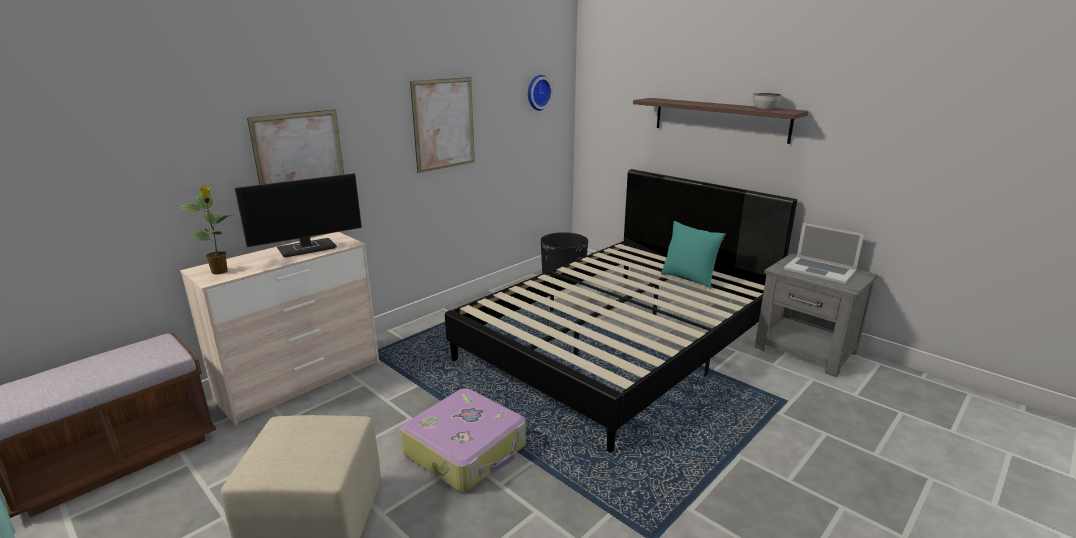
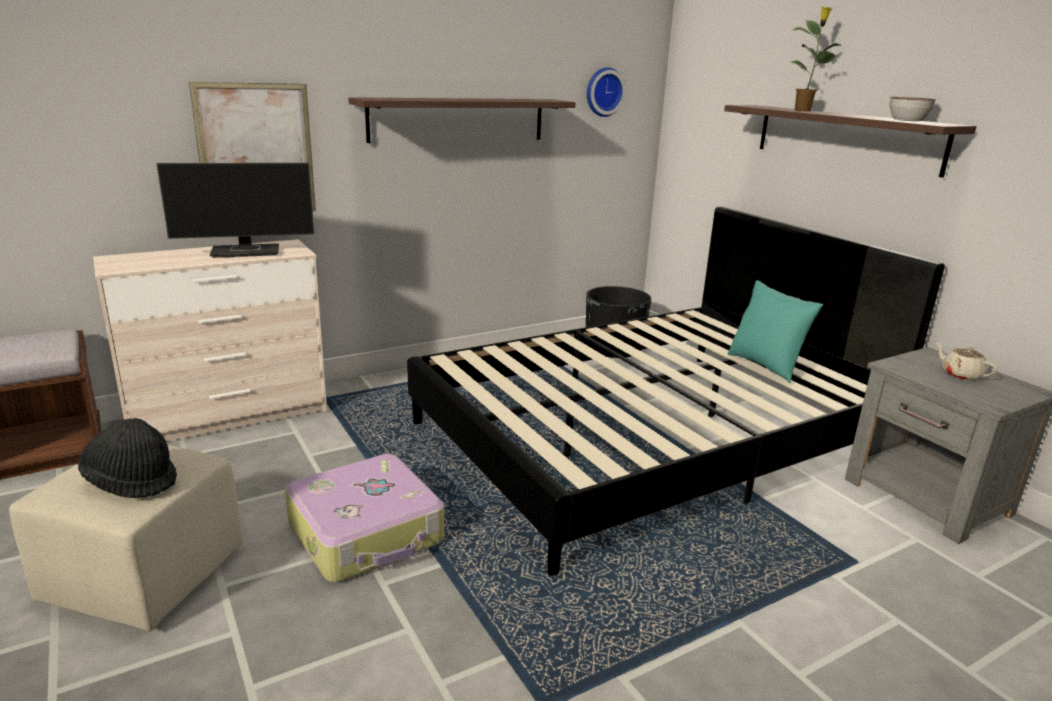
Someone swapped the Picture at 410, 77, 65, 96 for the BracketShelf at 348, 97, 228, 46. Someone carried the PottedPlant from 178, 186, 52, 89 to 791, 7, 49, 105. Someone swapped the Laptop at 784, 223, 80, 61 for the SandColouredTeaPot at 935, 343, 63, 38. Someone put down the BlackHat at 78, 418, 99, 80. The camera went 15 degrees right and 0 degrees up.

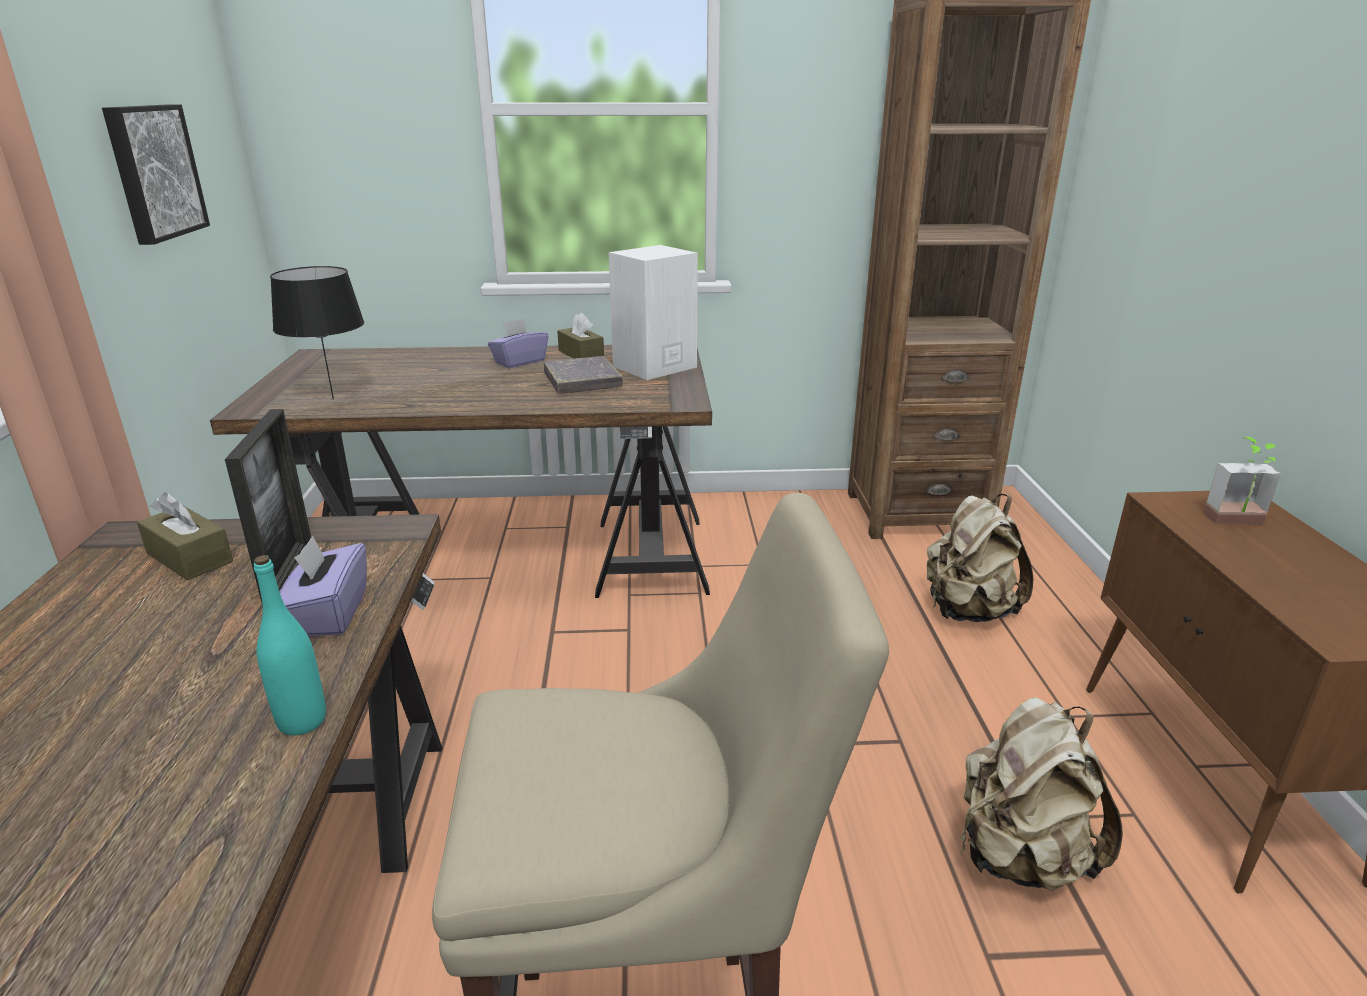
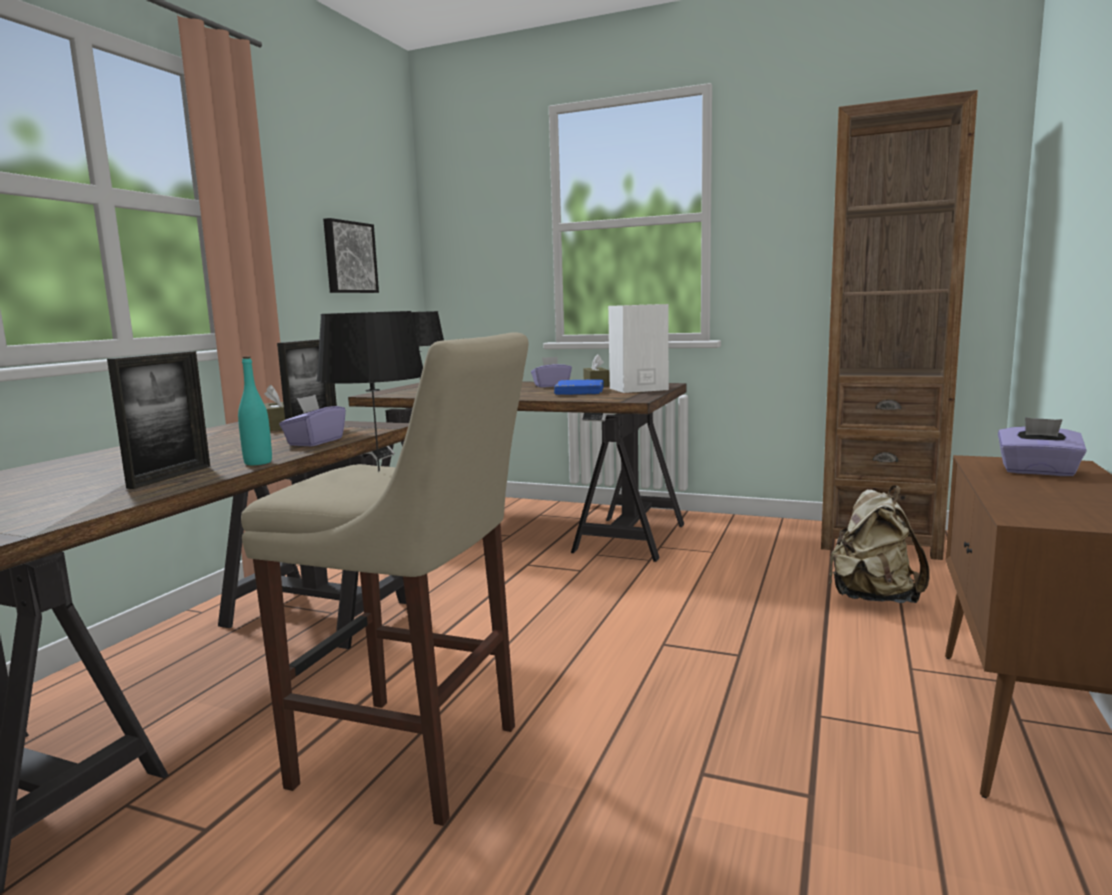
Someone repainted the GrayBook at 544, 356, 79, 38, which became the BlueColouredBook at 554, 379, 50, 16. Someone swapped the PottedPlant at 1203, 437, 78, 88 for the PurplishTissueHolder at 998, 417, 89, 59. Someone took away the SandColouredKnapsack at 960, 697, 163, 194. Someone put down the BlackTabletopLamp at 316, 311, 107, 160. Someone put down the StandingFrame at 107, 351, 103, 138. The camera went 25 degrees right and 15 degrees down.

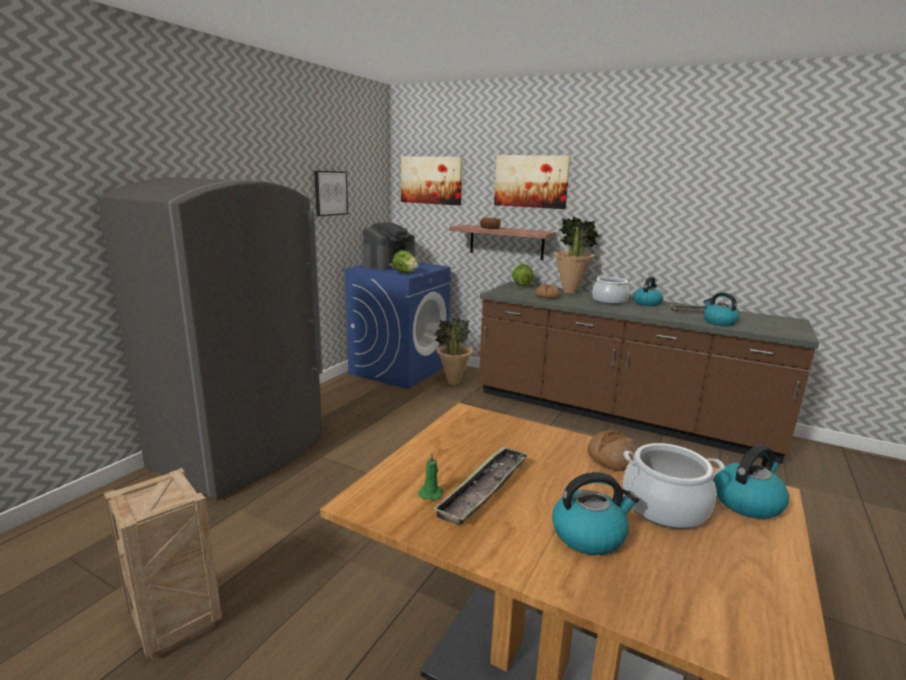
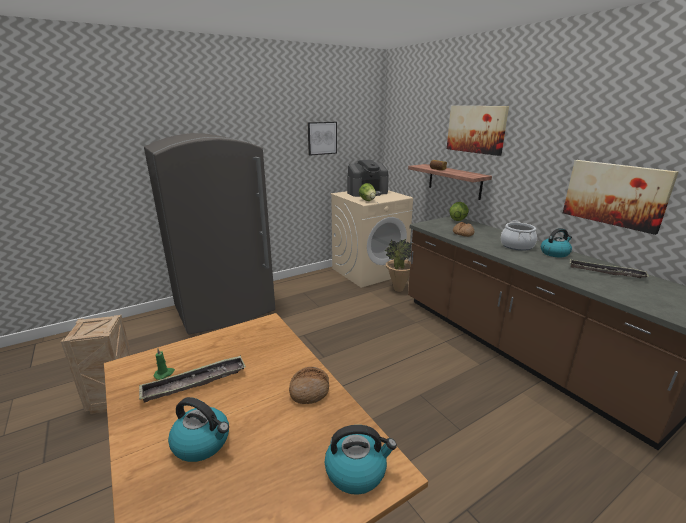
Someone carried the Picture from 401, 156, 62, 49 to 563, 160, 116, 75. Someone took away the PottedPlant at 553, 216, 48, 78. Someone repainted the BlueColouredLaundryAppliance at 343, 263, 108, 126, which became the SandColouredLaundryAppliance at 330, 190, 83, 98. Someone took away the WaterKettle at 703, 292, 37, 34. Someone took away the Stockpot at 623, 443, 102, 86. The camera went 30 degrees right and 5 degrees up.

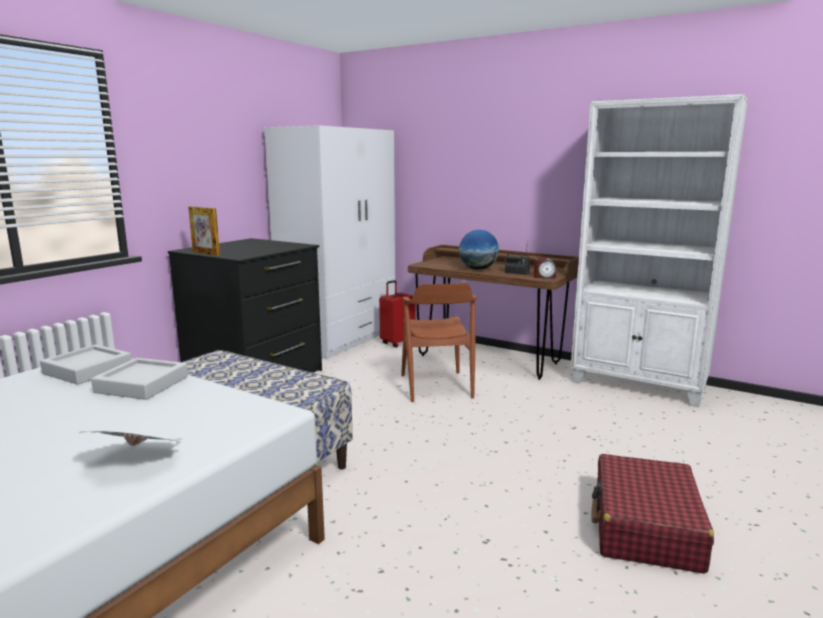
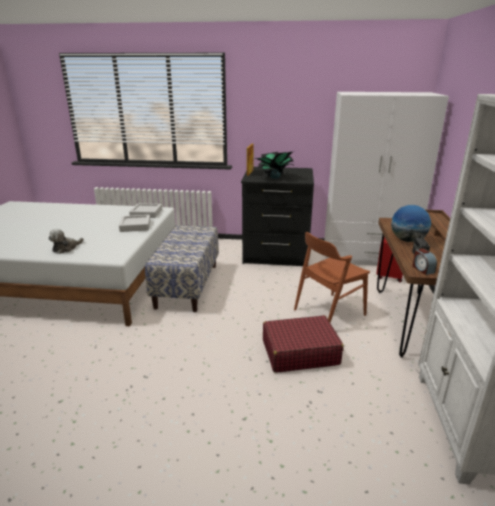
Someone swapped the Newspaper at 79, 431, 104, 15 for the PlushToy at 49, 229, 34, 25. Someone carried the RedColouredSuitcase from 591, 454, 123, 120 to 263, 315, 81, 58. Someone put down the PottedPlant at 254, 151, 41, 28. The camera went 65 degrees right and 10 degrees up.

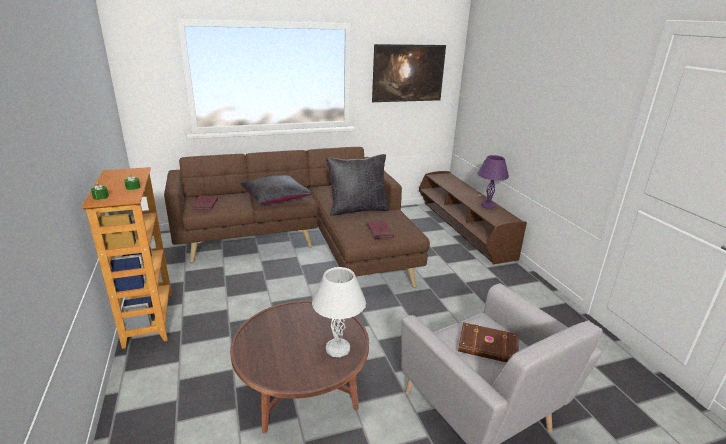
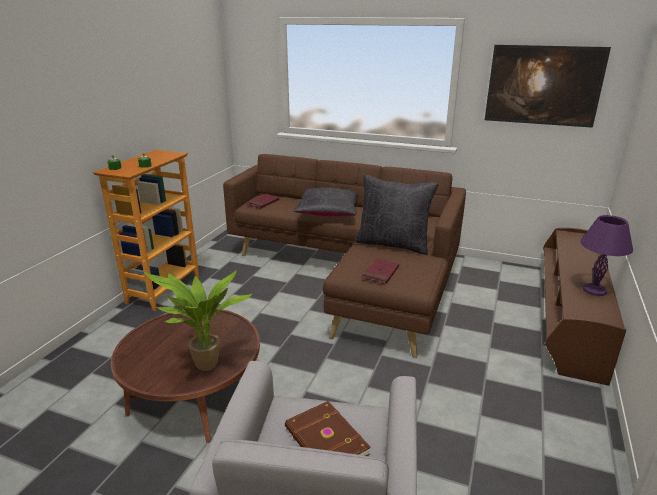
Someone swapped the WhiteColouredTabletopLamp at 312, 267, 54, 90 for the PottedPlant at 144, 270, 109, 101. The camera went 40 degrees right and 0 degrees up.

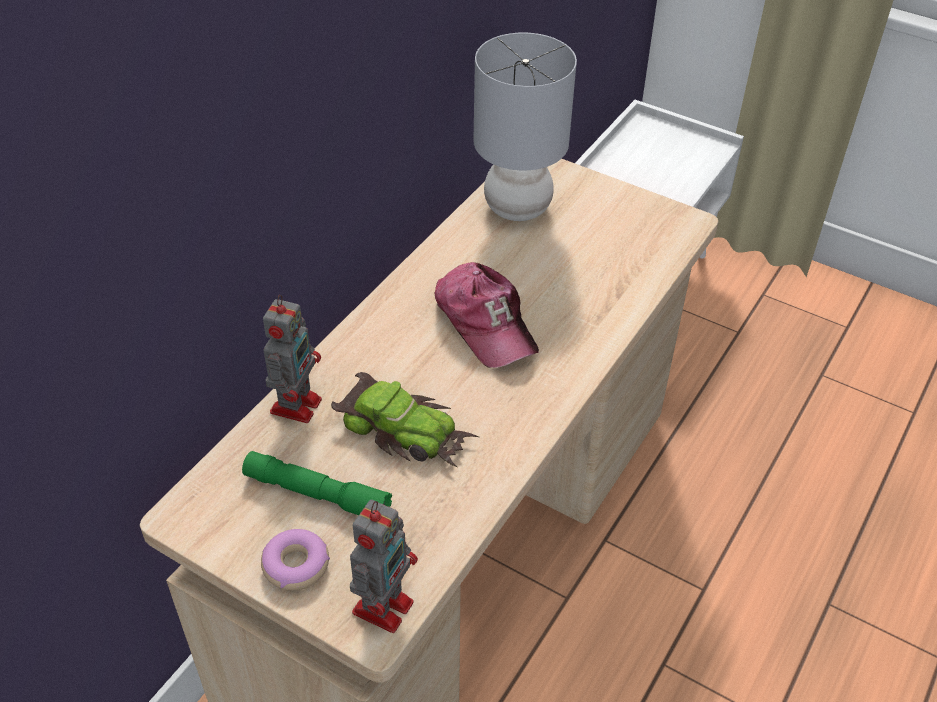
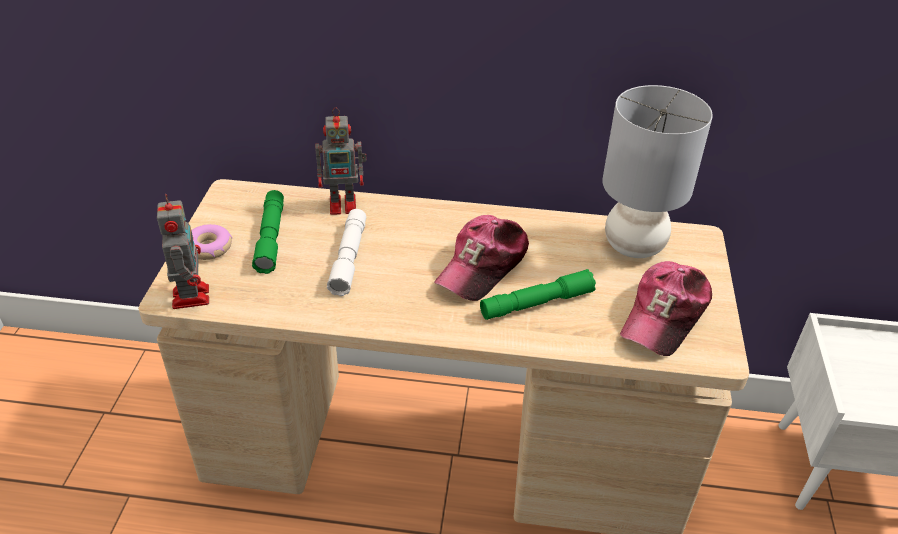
Someone swapped the MiniatureCar at 331, 372, 148, 96 for the WhiteColouredFlashlight at 327, 209, 39, 87. Someone rotated the RobotFigure at 350, 500, 68, 133 by 105 degrees counterclockwise. Someone put down the Cap at 620, 261, 92, 95. Someone put down the GreenColouredFlashlight at 480, 269, 116, 51. The camera went 65 degrees right and 5 degrees down.

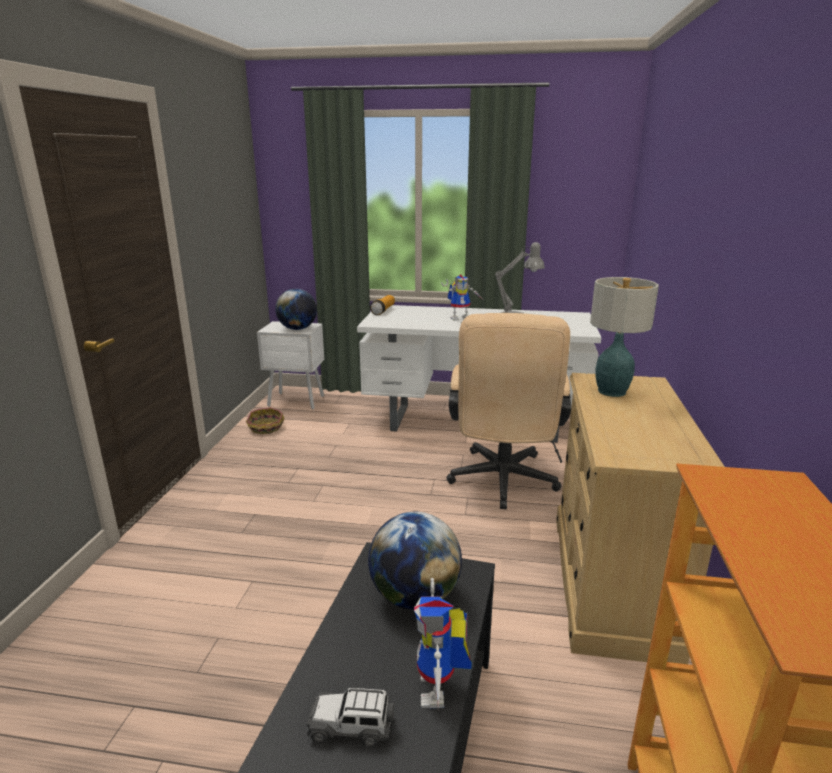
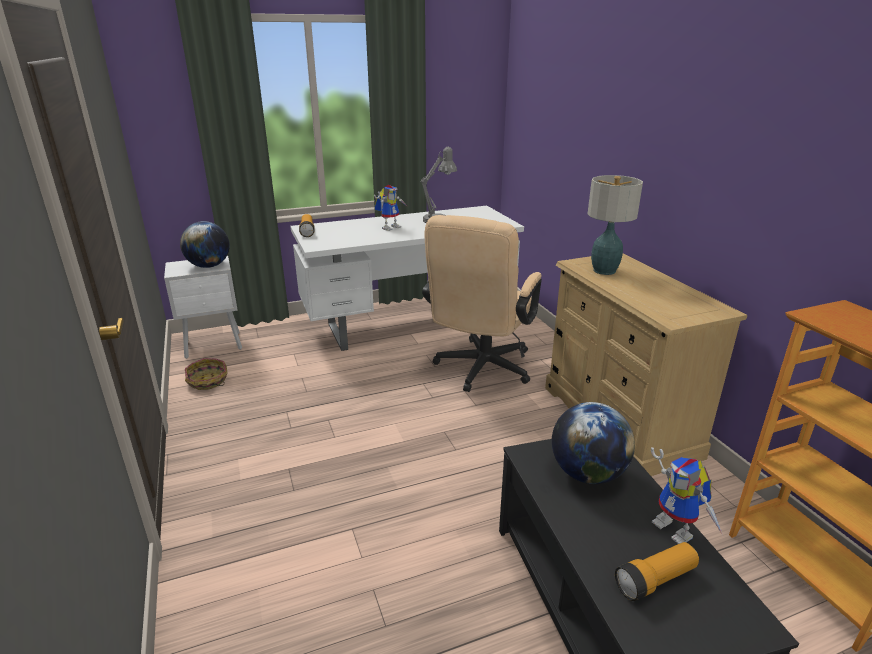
Someone rotated the SandColouredDeskChair at 447, 313, 124, 196 by 45 degrees clockwise. Someone swapped the MiniatureCar at 306, 688, 88, 59 for the Flashlight at 615, 542, 84, 59. The camera went 30 degrees left and 5 degrees up.

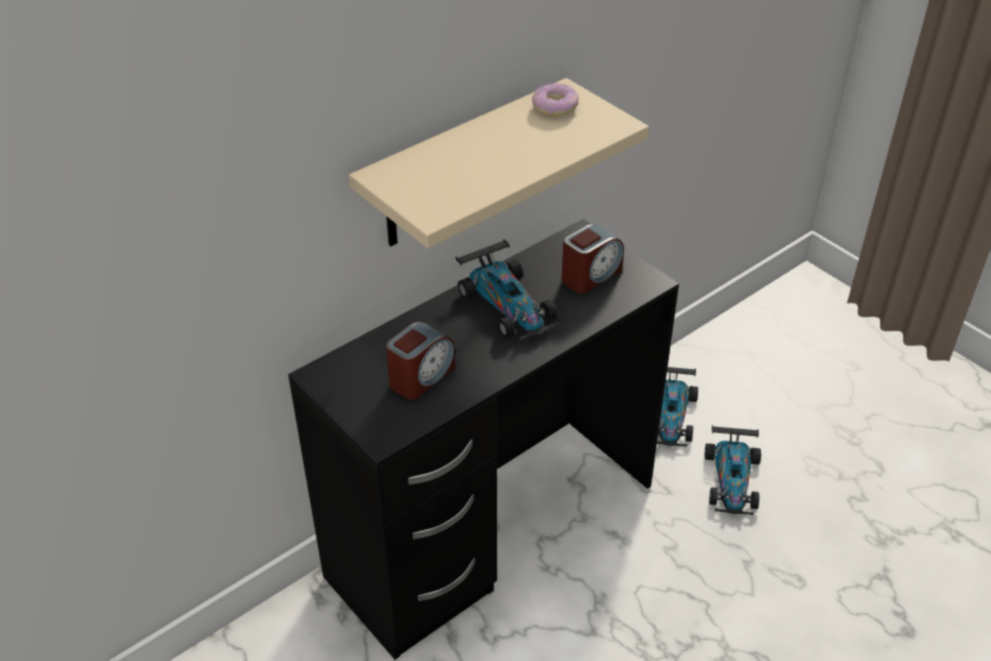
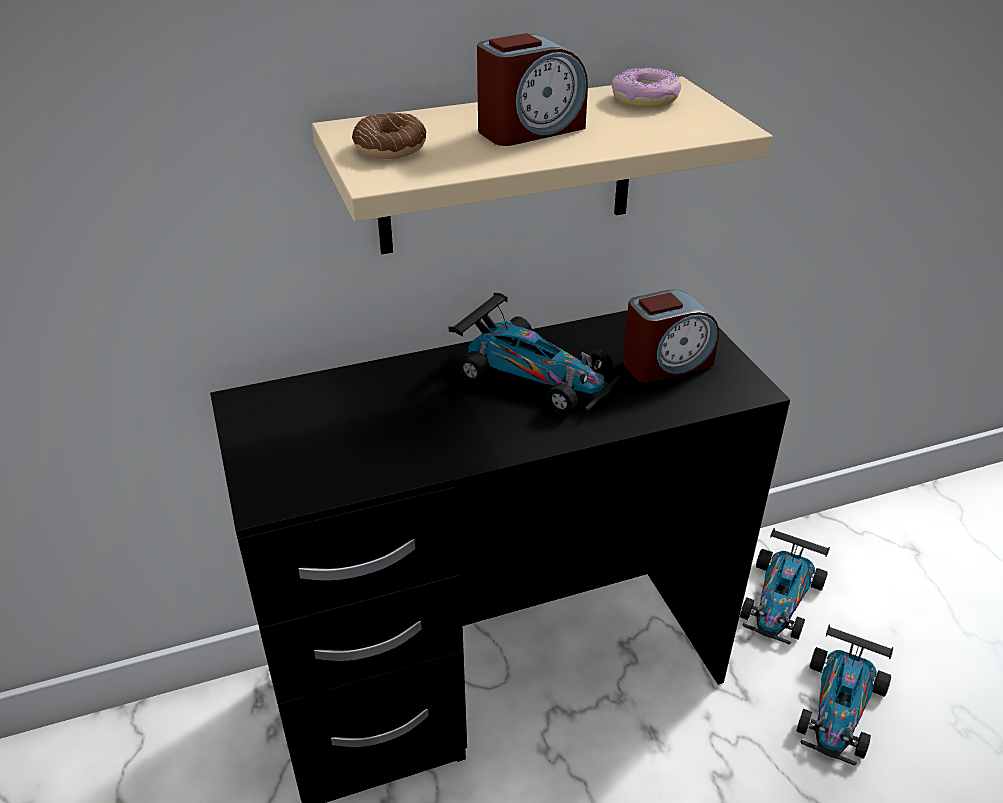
Someone rotated the MiniatureCar at 456, 239, 102, 102 by 45 degrees counterclockwise. Someone carried the AlarmClock from 386, 322, 69, 78 to 477, 33, 111, 113. Someone put down the RingDoughnut at 352, 113, 75, 46. The camera went 20 degrees right and 5 degrees down.

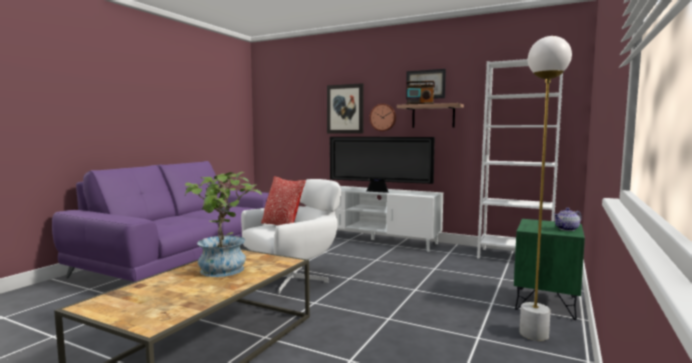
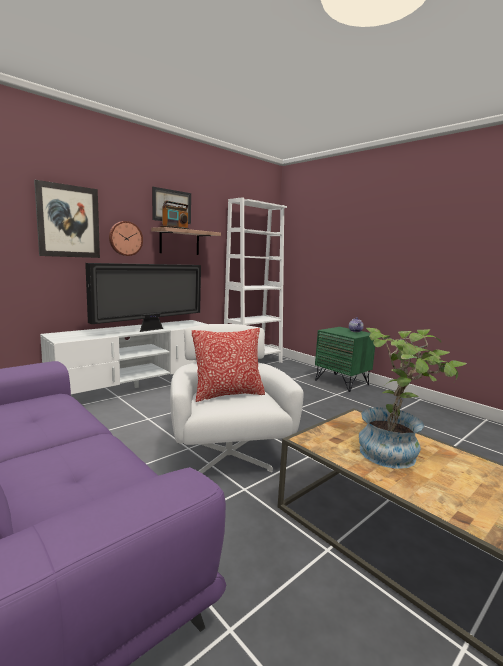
Someone took away the WhiteColouredFloorLamp at 519, 36, 53, 305. The camera went 70 degrees left and 5 degrees up.

